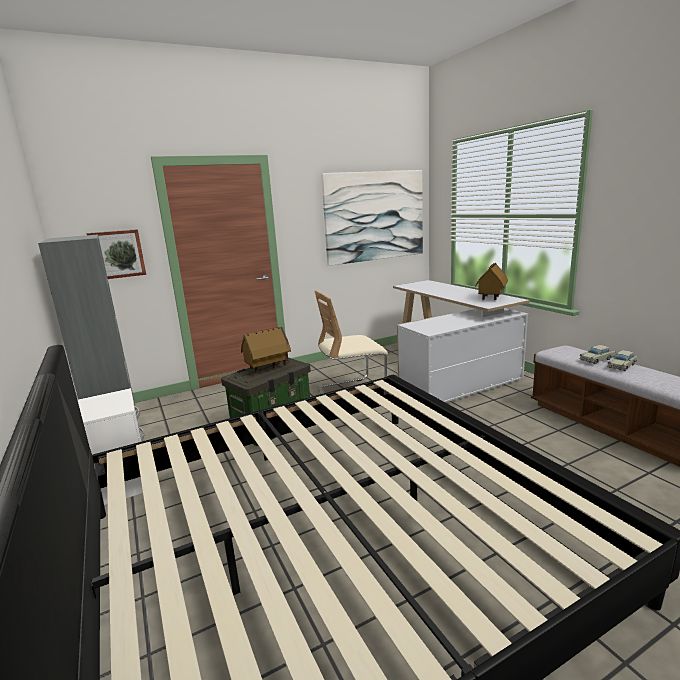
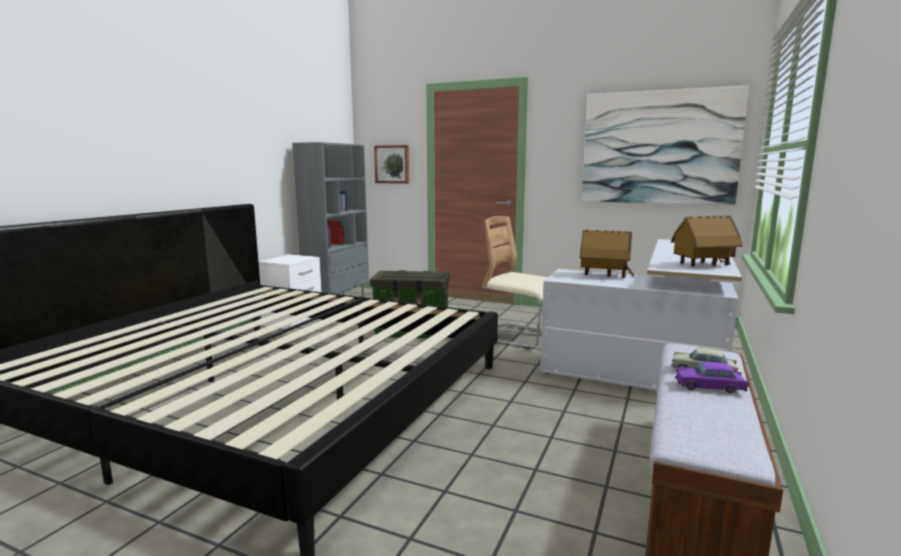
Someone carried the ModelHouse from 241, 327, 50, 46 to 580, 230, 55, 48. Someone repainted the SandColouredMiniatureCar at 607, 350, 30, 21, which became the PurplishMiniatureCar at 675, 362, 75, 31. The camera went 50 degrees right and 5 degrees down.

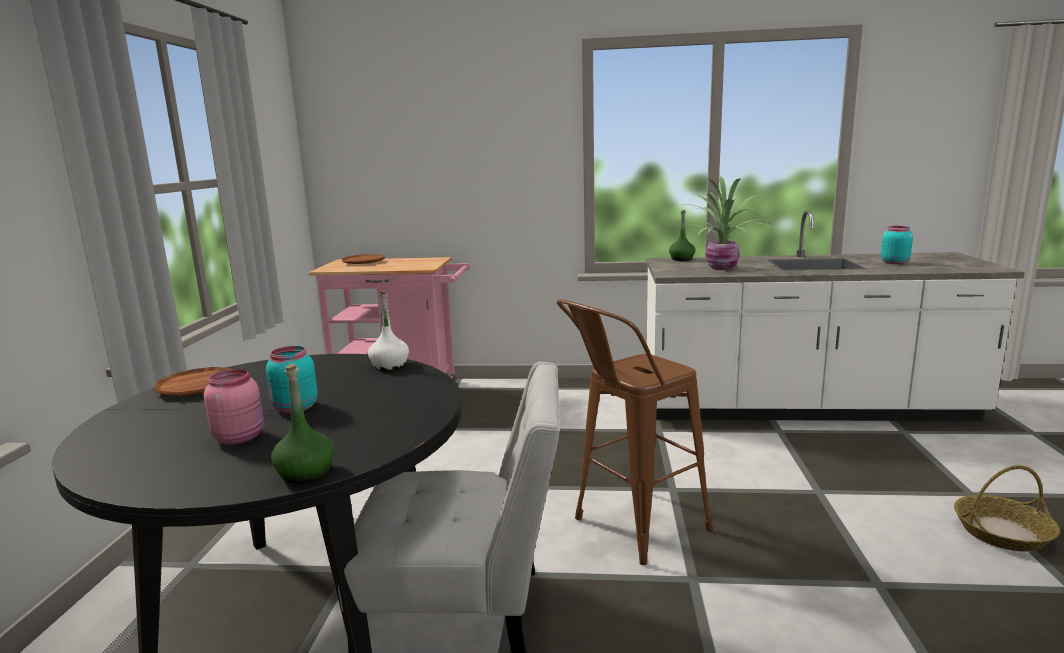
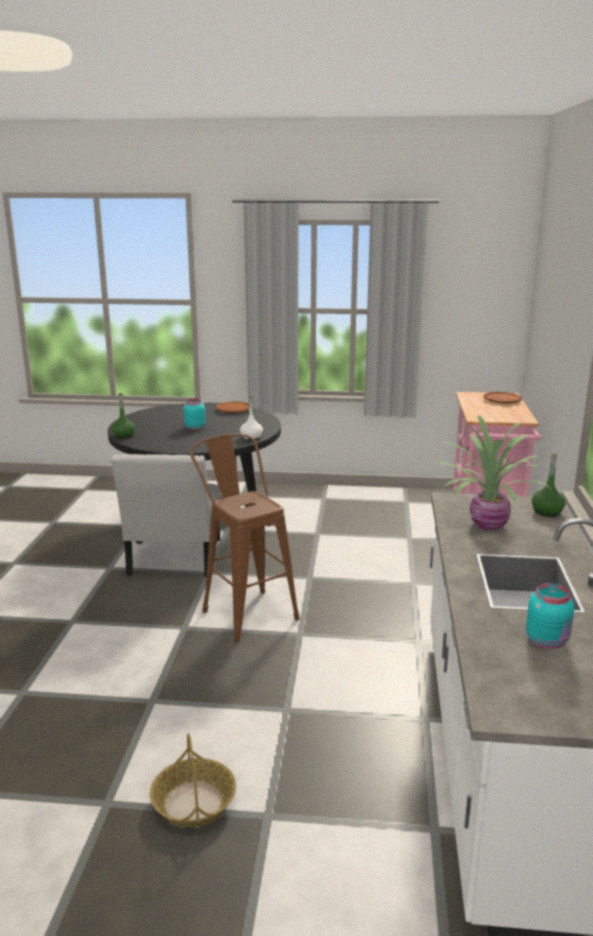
Someone took away the PinkStorageJar at 204, 369, 60, 76. The camera went 90 degrees right and 5 degrees up.

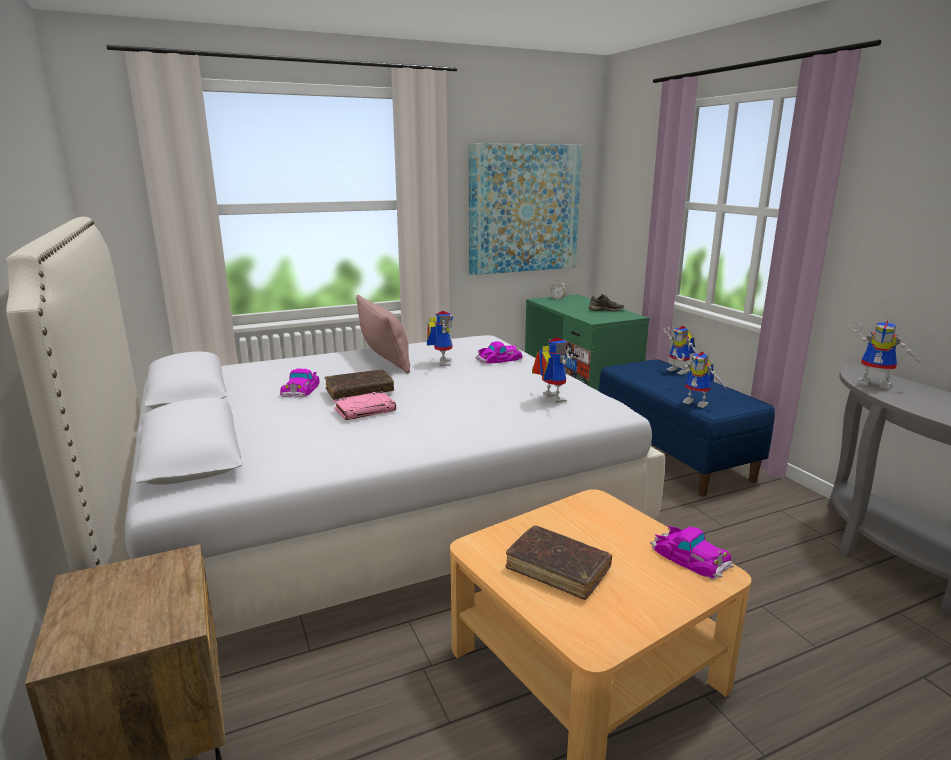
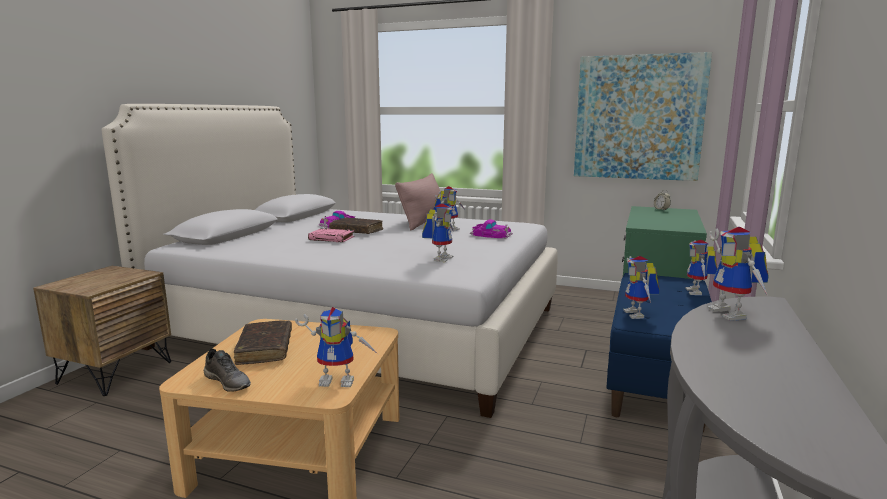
Someone carried the GrayItemOfFootwear from 589, 294, 35, 17 to 204, 349, 47, 43. Someone swapped the MiniatureCar at 650, 526, 84, 54 for the RobotFigure at 295, 307, 83, 80. The camera went 45 degrees right and 5 degrees down.

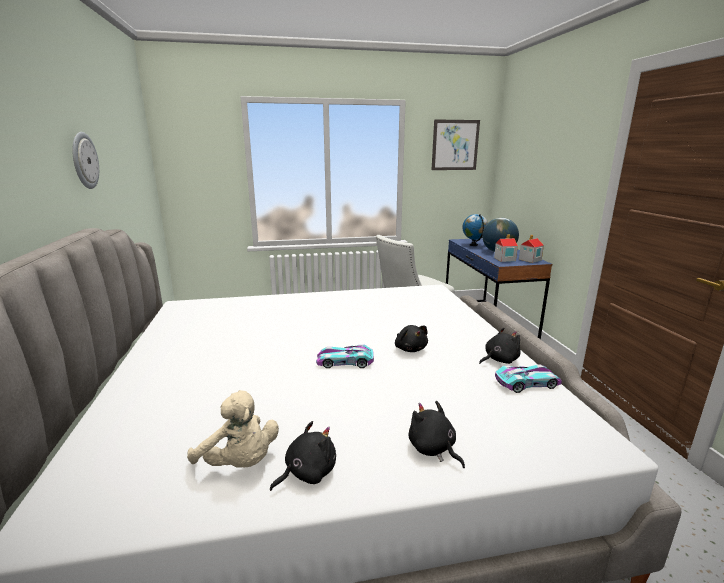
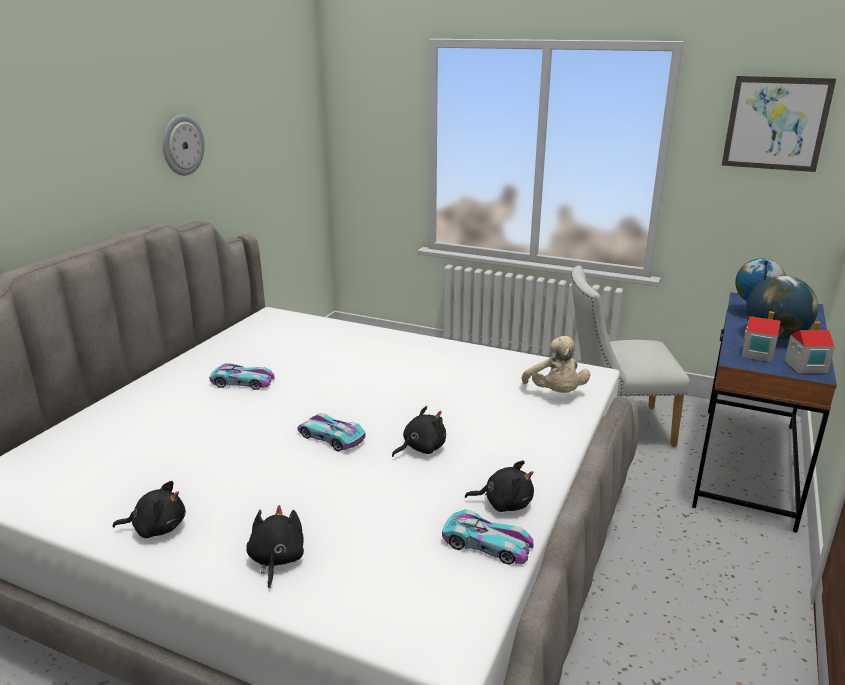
Someone rotated the BlackPlushToy at 395, 325, 33, 27 by 135 degrees counterclockwise. Someone carried the SandColouredPlushToy from 187, 390, 92, 78 to 522, 336, 68, 57. Someone put down the MiniatureCar at 209, 363, 65, 27. The camera went 35 degrees right and 5 degrees up.

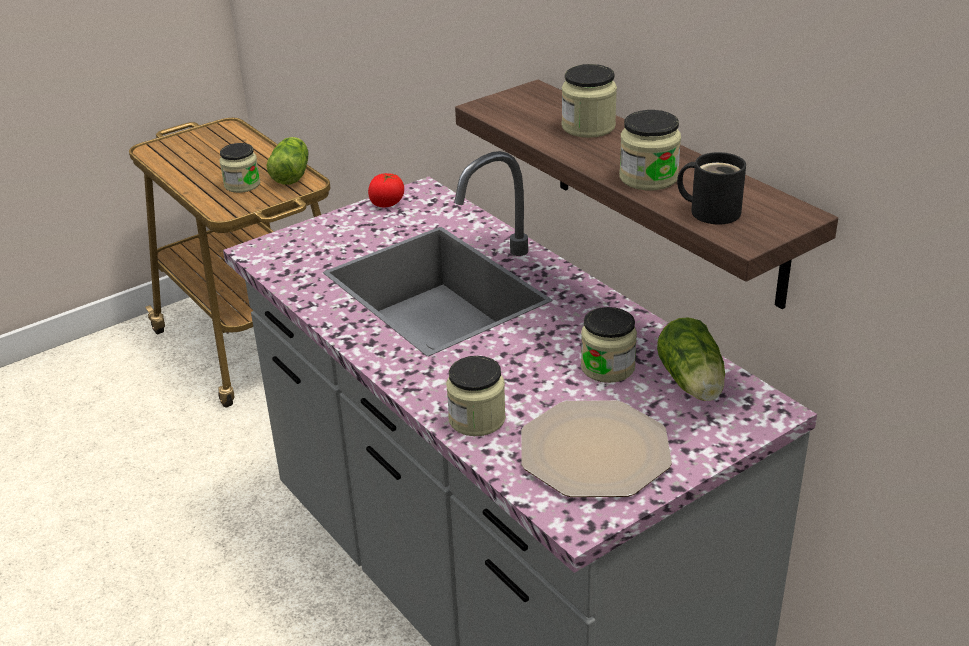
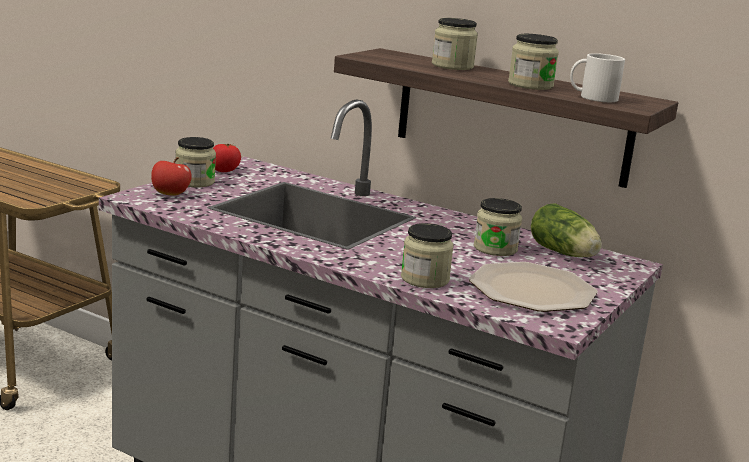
Someone took away the LettuceHead at 266, 137, 42, 48. Someone carried the StorageJar from 220, 143, 40, 50 to 175, 137, 41, 50. Someone repainted the BlackCoffeeMug at 677, 152, 69, 72, which became the WhiteColouredCoffeeMug at 570, 53, 55, 49. Someone put down the AppleFruit at 151, 157, 40, 39. The camera went 25 degrees left and 15 degrees down.

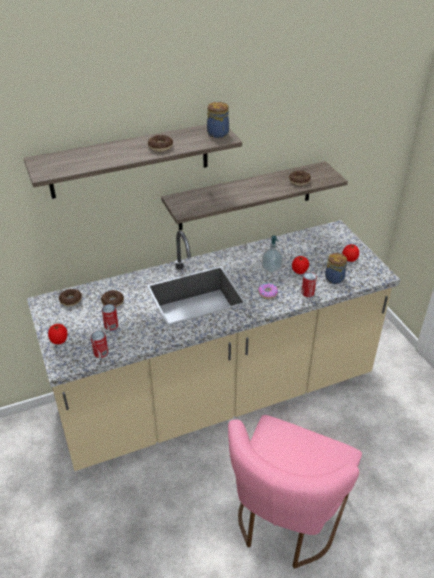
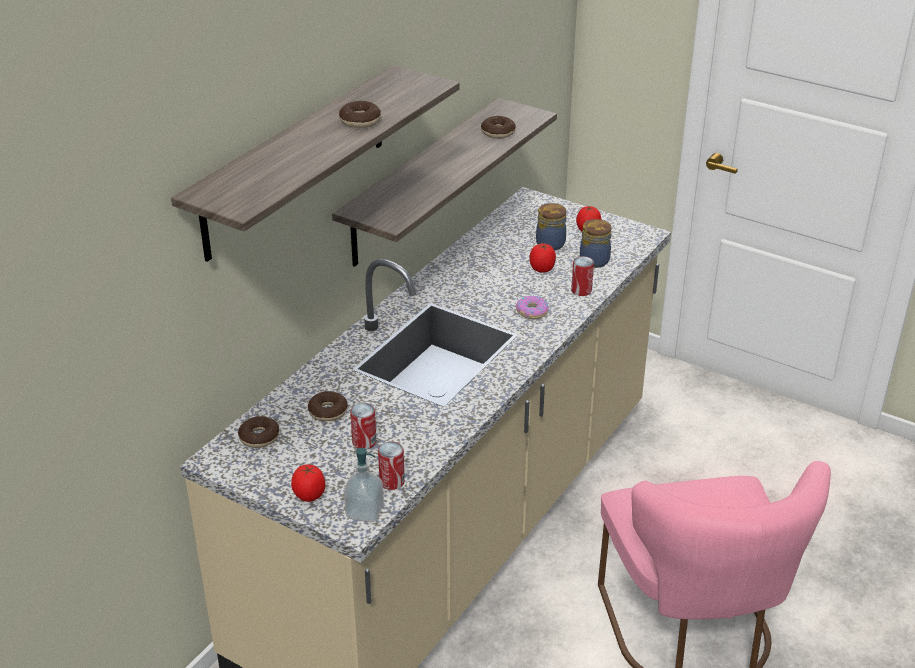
Someone carried the StorageJar from 207, 102, 22, 36 to 536, 203, 30, 48. Someone carried the LiquidSoapBottle from 262, 235, 21, 38 to 344, 448, 40, 74. The camera went 35 degrees left and 5 degrees down.

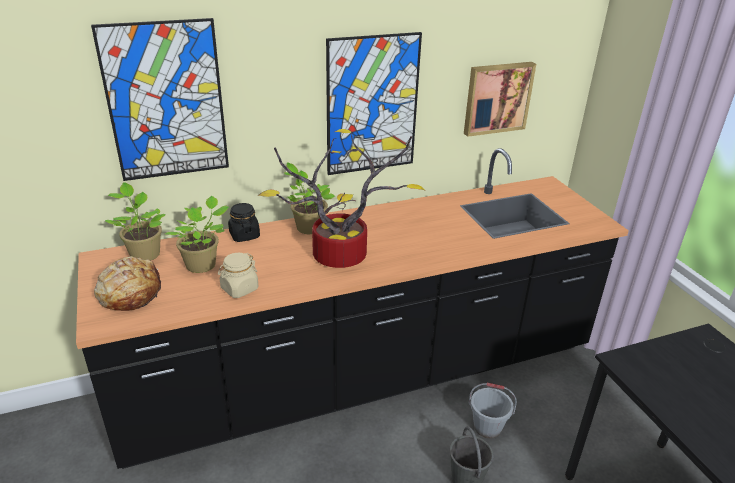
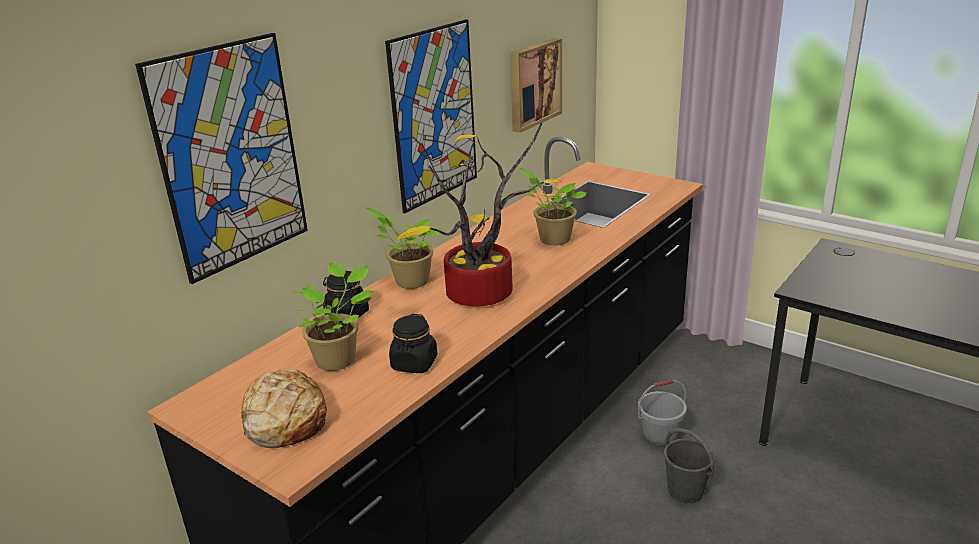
Someone carried the PottedPlant from 105, 182, 60, 79 to 519, 168, 68, 77. Someone repainted the SandColouredStorageJar at 218, 253, 40, 45, which became the BlackStorageJar at 389, 314, 48, 59. The camera went 30 degrees left and 5 degrees down.

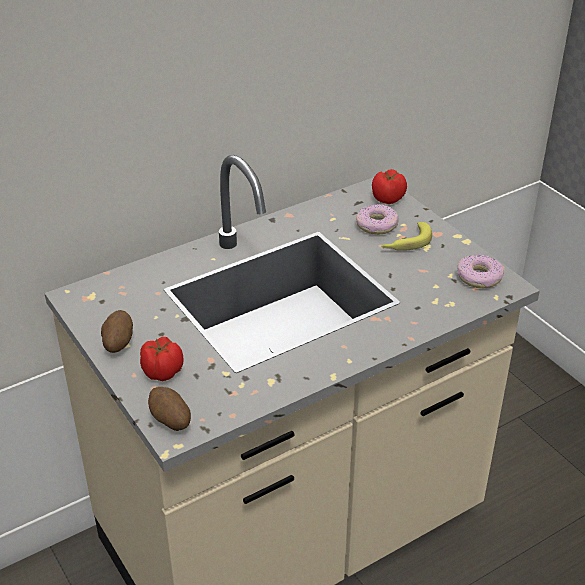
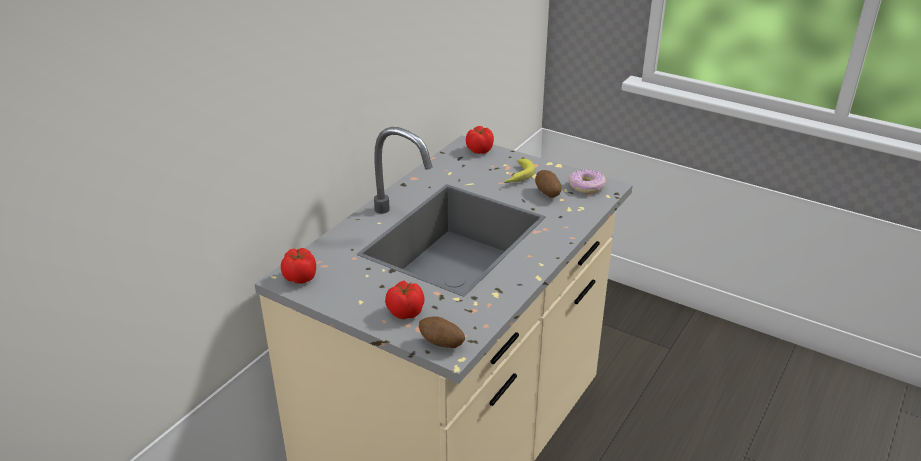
Someone took away the RingDoughnut at 356, 204, 43, 31. Someone carried the Potato from 101, 310, 32, 43 to 535, 170, 27, 27. Someone put down the FreshTomato at 281, 248, 35, 36. The camera went 25 degrees left and 5 degrees down.

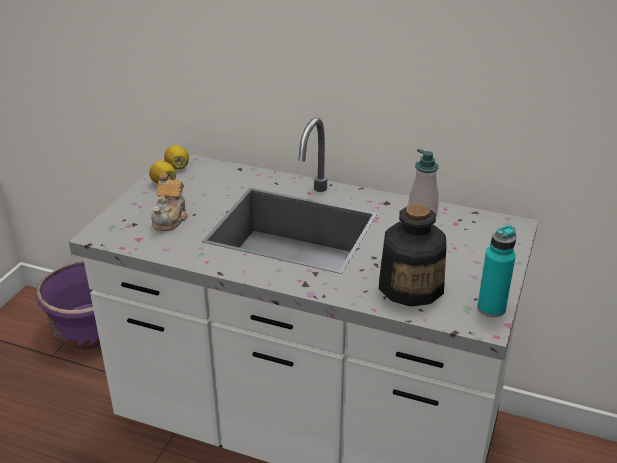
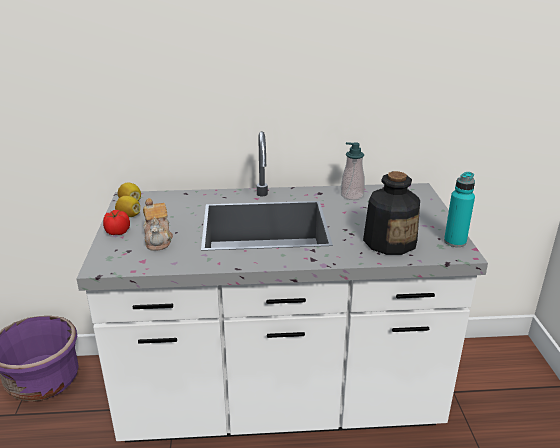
Someone put down the FreshTomato at 103, 210, 27, 25. The camera went 25 degrees left and 5 degrees down.

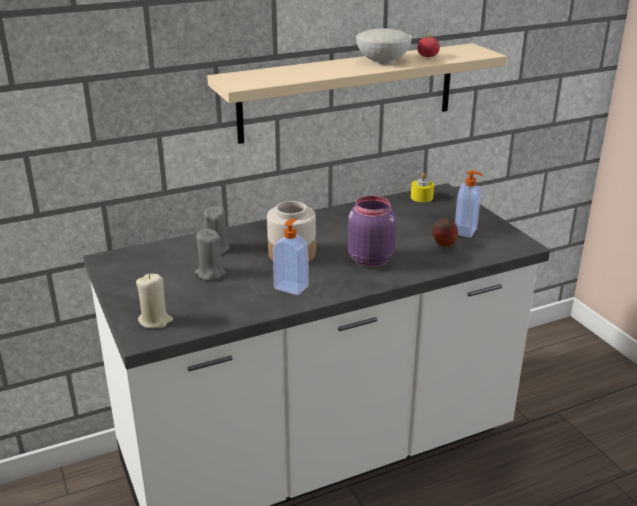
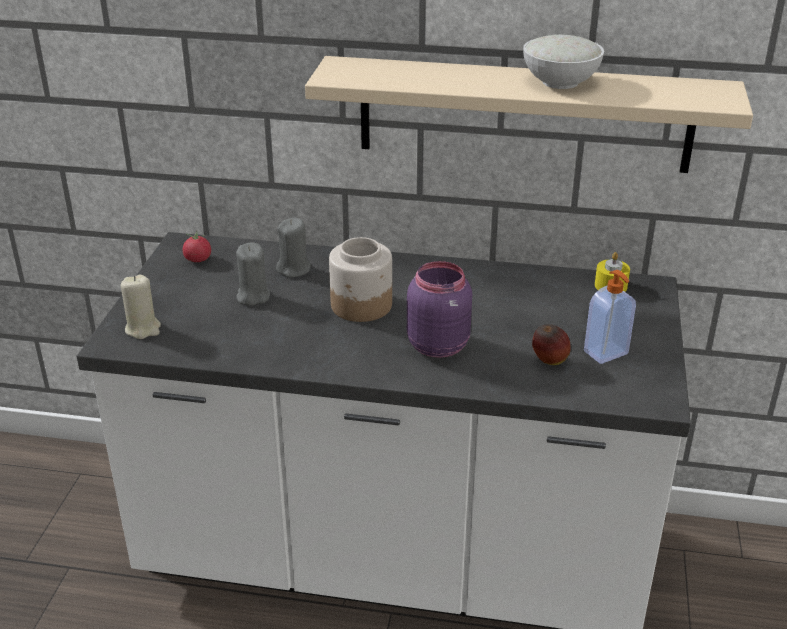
Someone carried the FreshTomato from 417, 33, 23, 24 to 183, 231, 28, 31. Someone took away the LiquidSoapBottle at 273, 218, 36, 77. The camera went 35 degrees right and 5 degrees up.

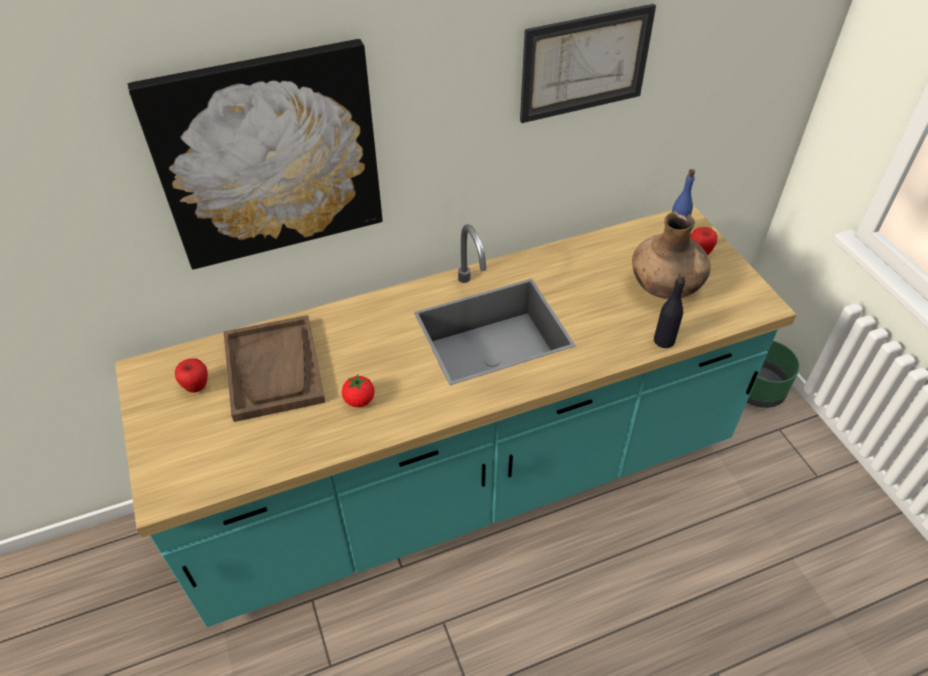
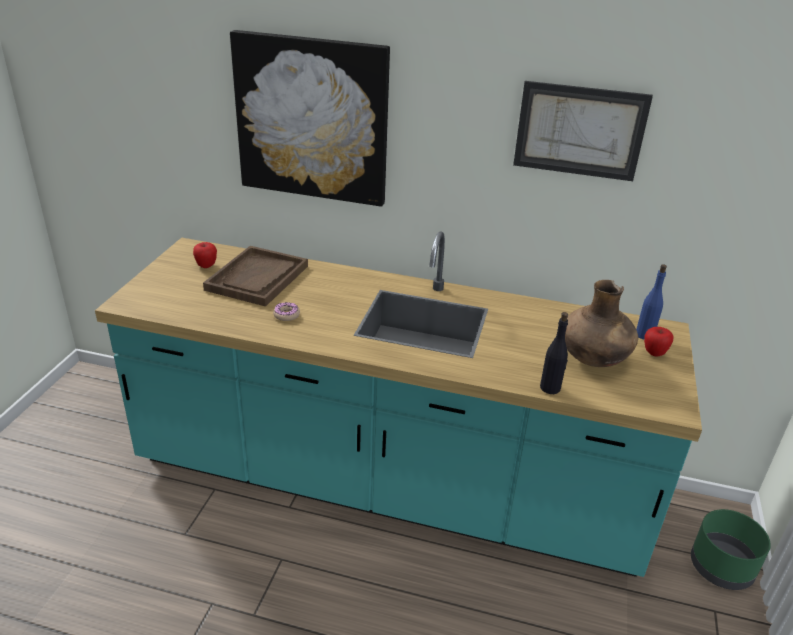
Someone swapped the FreshTomato at 342, 374, 33, 33 for the RingDoughnut at 273, 302, 27, 19. The camera went 35 degrees right and 15 degrees down.

